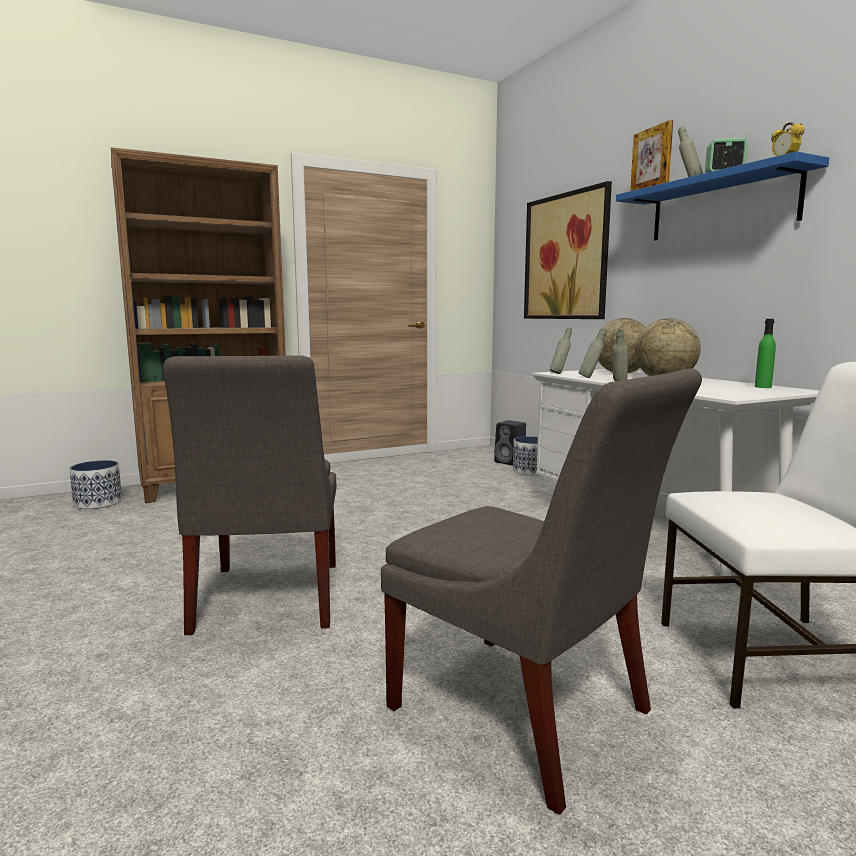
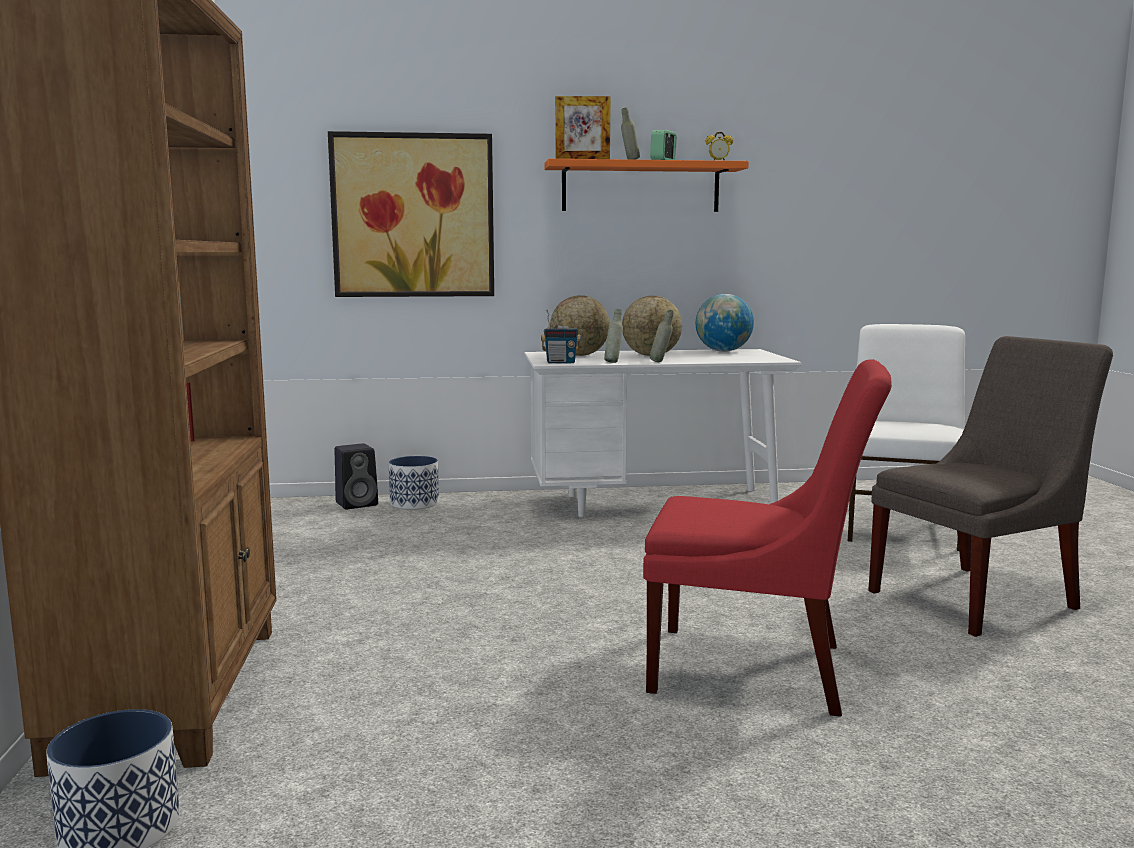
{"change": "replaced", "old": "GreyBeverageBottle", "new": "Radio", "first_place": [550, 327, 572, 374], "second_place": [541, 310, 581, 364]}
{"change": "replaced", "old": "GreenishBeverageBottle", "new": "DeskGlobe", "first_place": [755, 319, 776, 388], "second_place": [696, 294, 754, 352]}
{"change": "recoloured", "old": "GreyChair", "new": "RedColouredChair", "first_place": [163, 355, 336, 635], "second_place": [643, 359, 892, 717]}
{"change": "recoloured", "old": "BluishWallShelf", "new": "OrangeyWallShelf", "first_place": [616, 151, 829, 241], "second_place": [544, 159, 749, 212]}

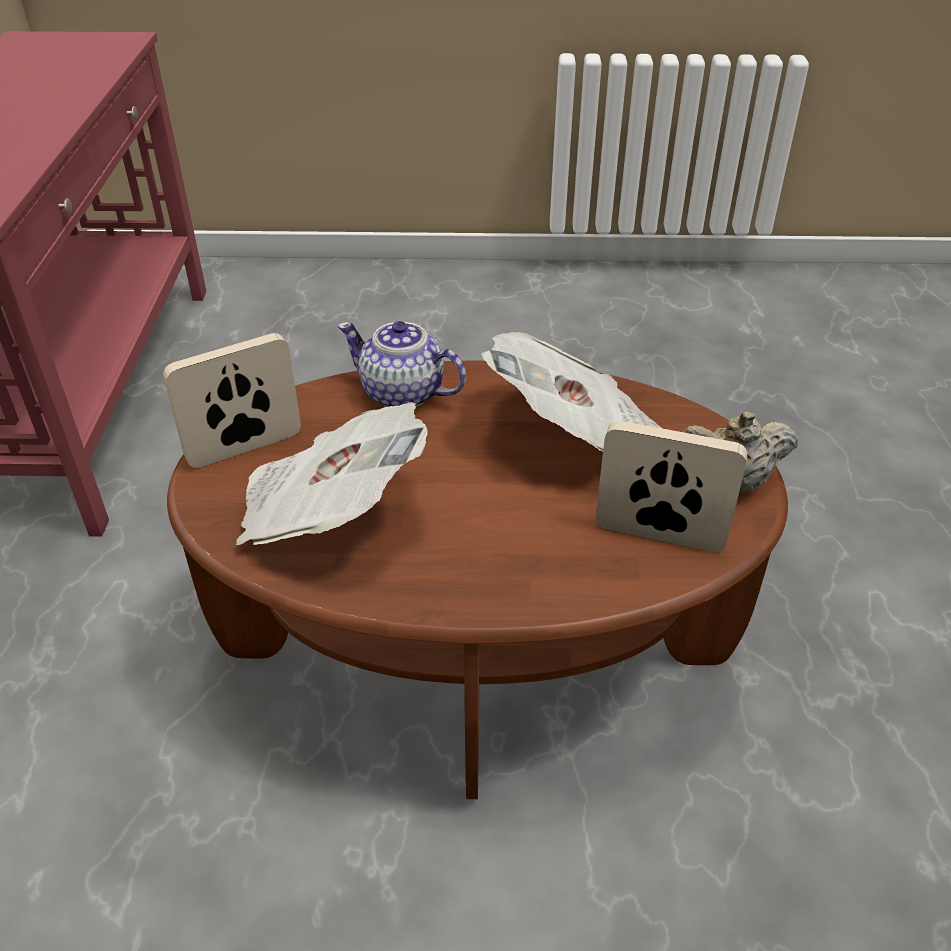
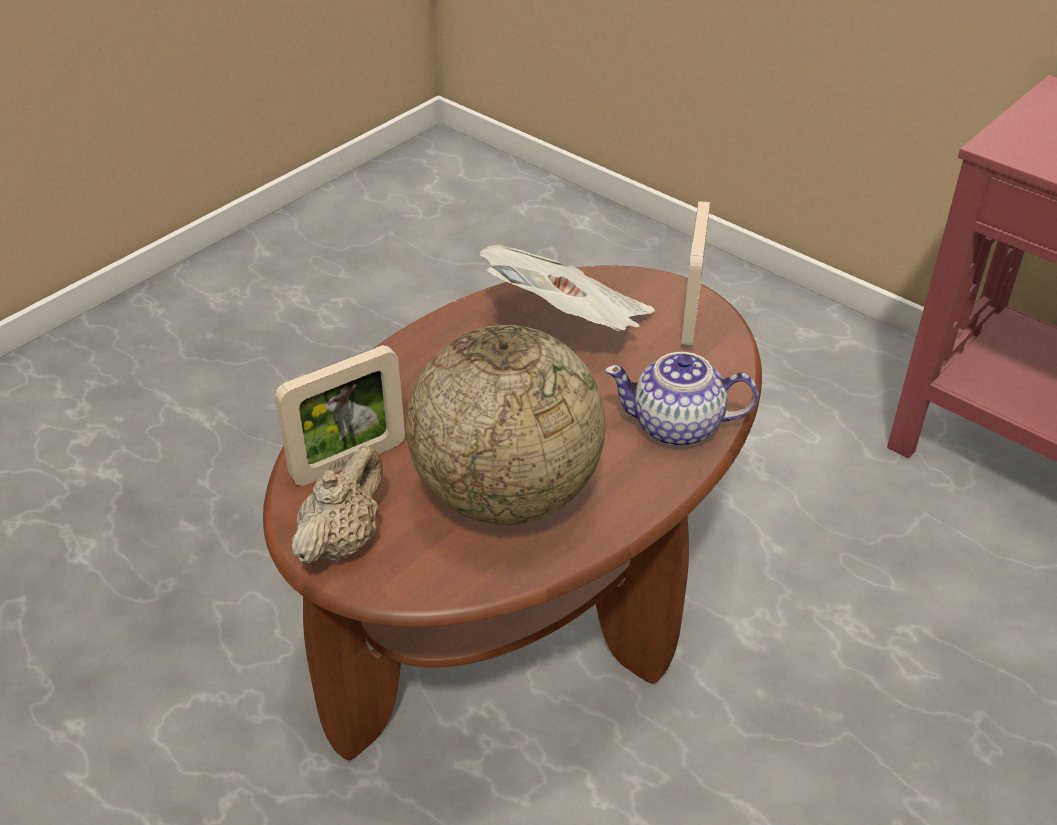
{"change": "replaced", "old": "Newspaper", "new": "DeskGlobe", "first_place": [481, 332, 661, 452], "second_place": [406, 325, 606, 525]}
{"change": "turned", "old": "PotForTea", "first_place": [337, 321, 466, 407], "second_place": [605, 352, 759, 446], "degrees": -150}

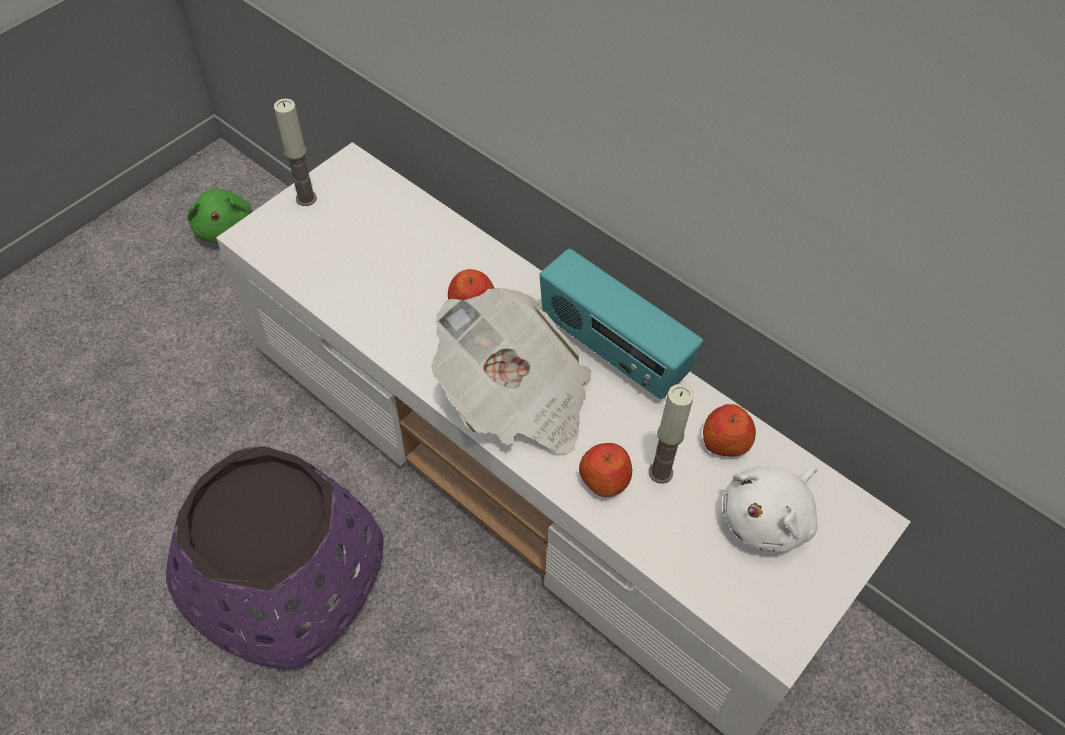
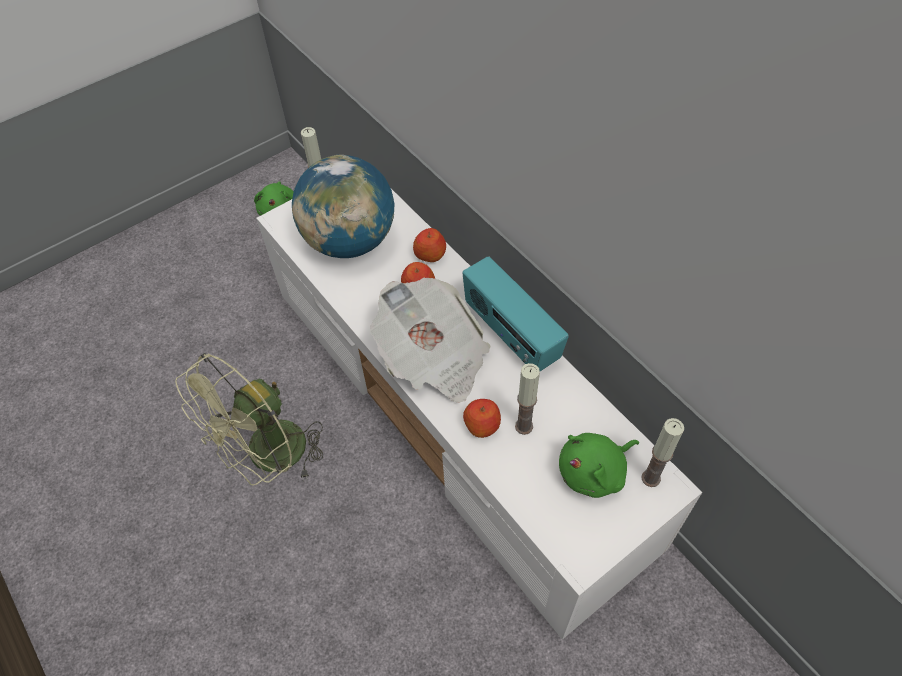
{"change": "added", "new": "DeskGlobe", "second_place": [292, 155, 394, 258]}
{"change": "added", "new": "WaxCandle", "second_place": [641, 418, 684, 487]}
{"change": "moved", "old": "WholeApple", "first_place": [703, 404, 756, 457], "second_place": [413, 228, 446, 262]}
{"change": "replaced", "old": "PurplishFlowerPot", "new": "GreenishFan", "first_place": [166, 446, 384, 669], "second_place": [175, 353, 323, 485]}
{"change": "recoloured", "old": "WhitishSoftToy", "new": "GreenishSoftToy", "first_place": [723, 467, 818, 553], "second_place": [559, 433, 639, 498]}

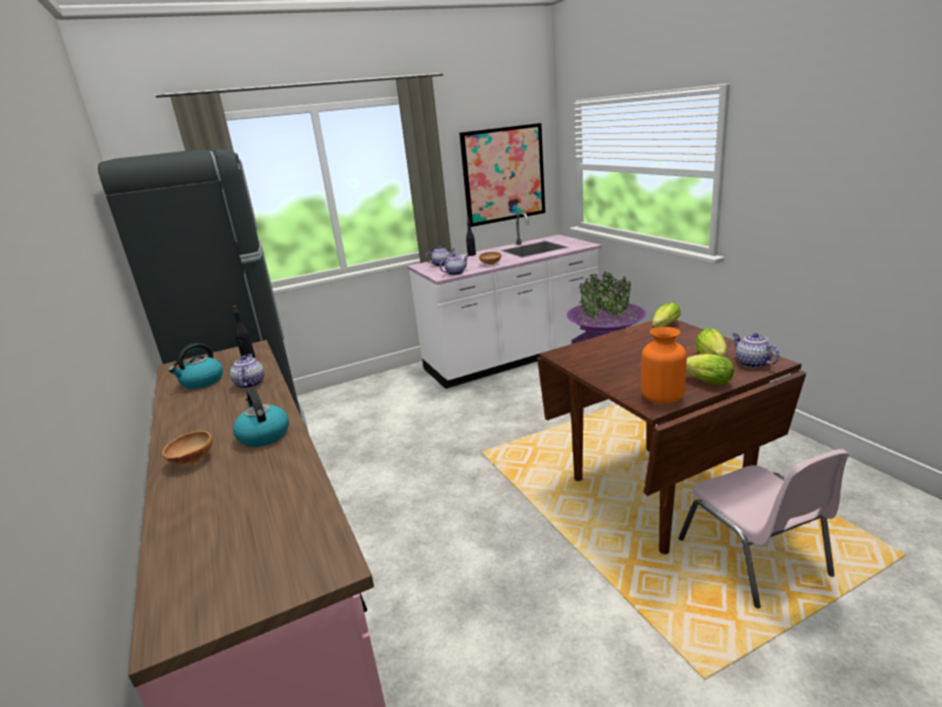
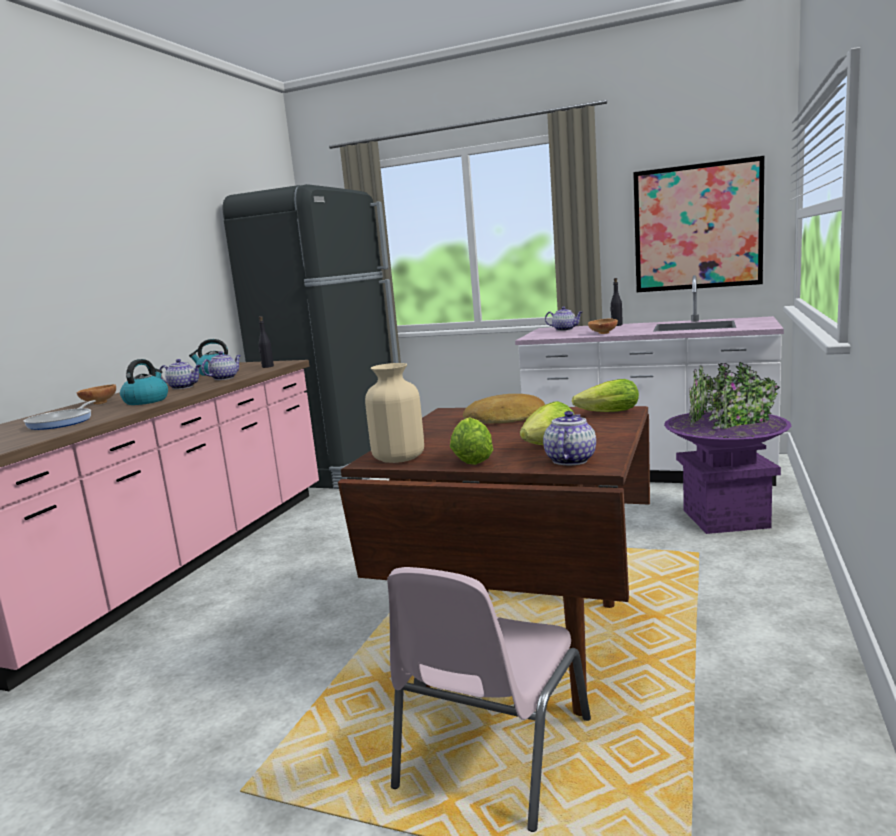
{"change": "added", "new": "Skillet", "second_place": [24, 400, 96, 430]}
{"change": "added", "new": "BakeryBread", "second_place": [463, 394, 545, 424]}
{"change": "moved", "old": "PotForTea", "first_place": [440, 254, 468, 275], "second_place": [160, 359, 201, 389]}
{"change": "recoloured", "old": "OrangeyVase", "new": "SandColouredVase", "first_place": [641, 327, 687, 404], "second_place": [365, 363, 424, 463]}

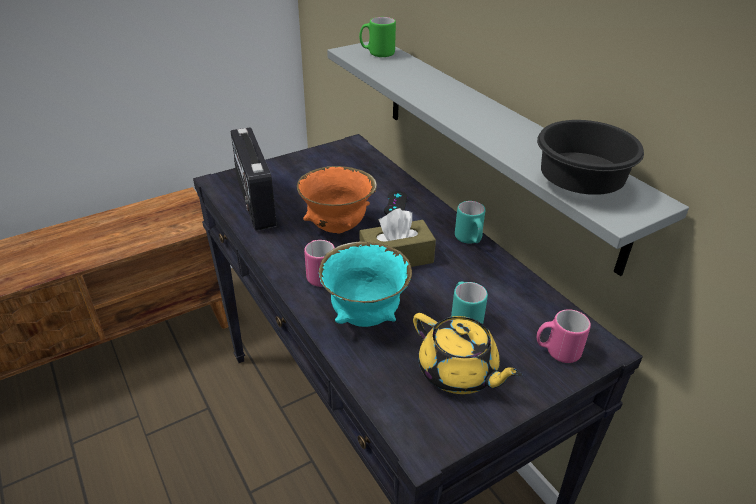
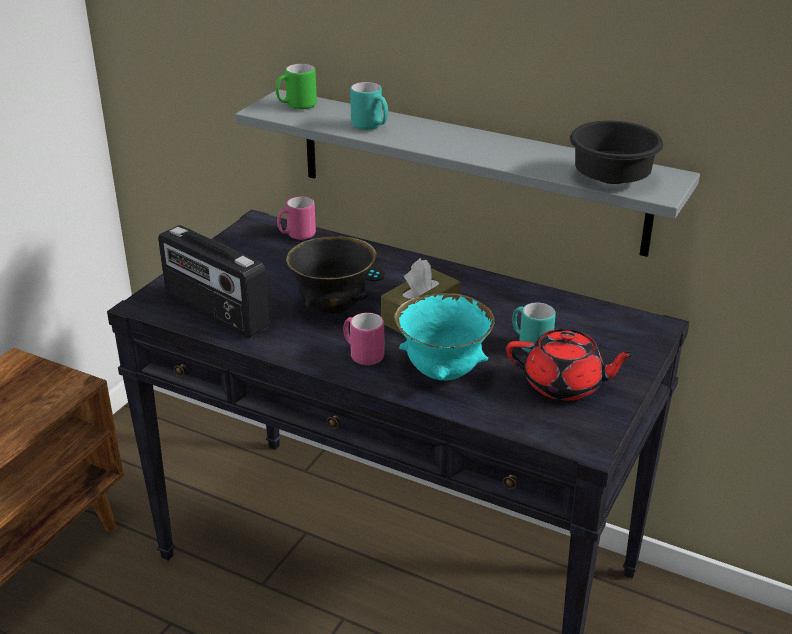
{"change": "moved", "old": "TurquoiseColouredCoffeeMug", "first_place": [455, 201, 485, 244], "second_place": [350, 82, 388, 130]}
{"change": "moved", "old": "PinkColouredCoffeeMug", "first_place": [537, 309, 591, 363], "second_place": [277, 197, 316, 240]}
{"change": "recoloured", "old": "OrangeyServingBowl", "new": "BlackishServingBowl", "first_place": [297, 166, 377, 234], "second_place": [286, 236, 377, 314]}
{"change": "recoloured", "old": "YellowishPotForTea", "new": "RedColouredPotForTea", "first_place": [413, 313, 522, 394], "second_place": [506, 329, 637, 401]}

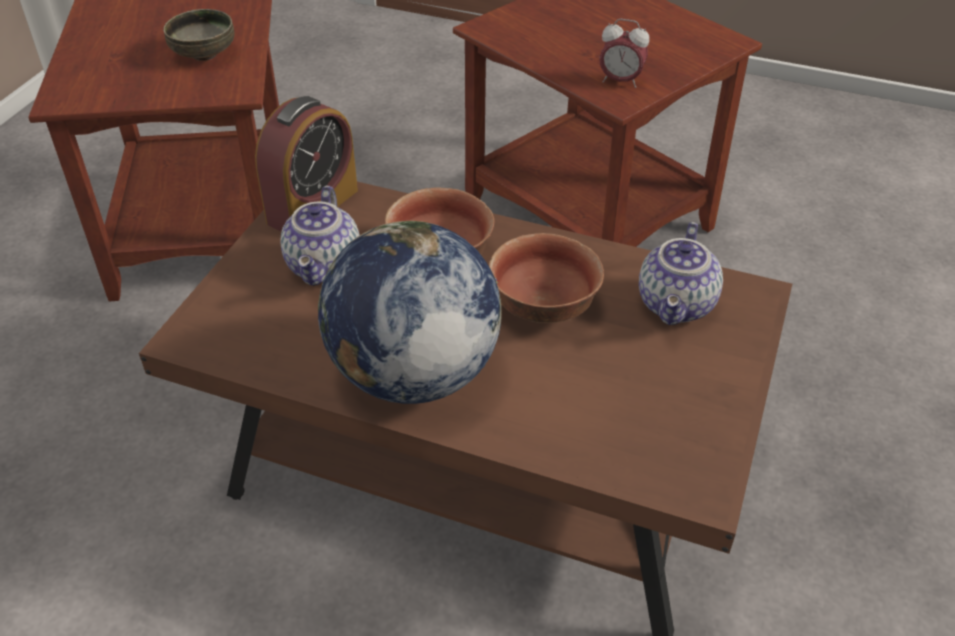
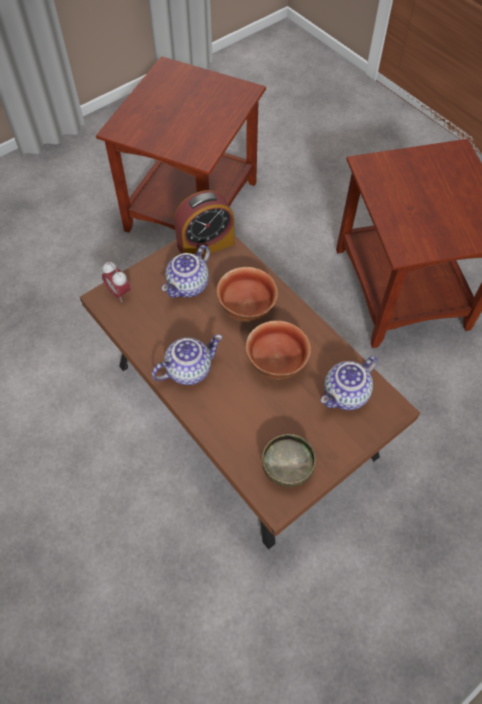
{"change": "moved", "old": "ServingBowl", "first_place": [163, 9, 235, 61], "second_place": [262, 434, 316, 487]}
{"change": "moved", "old": "AlarmClock", "first_place": [599, 19, 649, 88], "second_place": [102, 262, 131, 302]}
{"change": "replaced", "old": "DeskGlobe", "new": "PotForTea", "first_place": [318, 221, 502, 404], "second_place": [152, 335, 222, 385]}

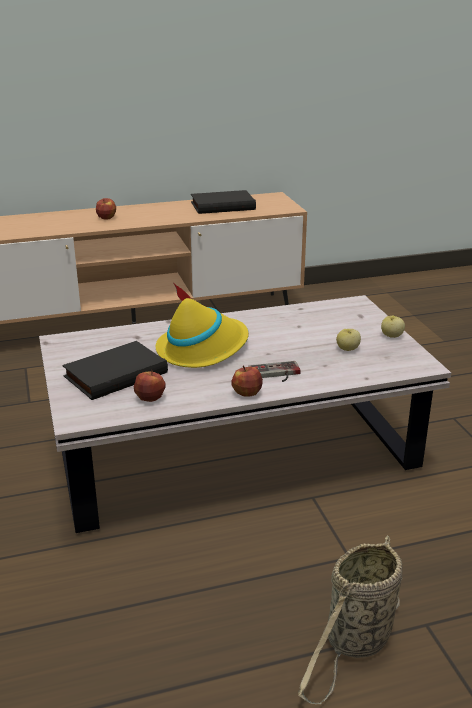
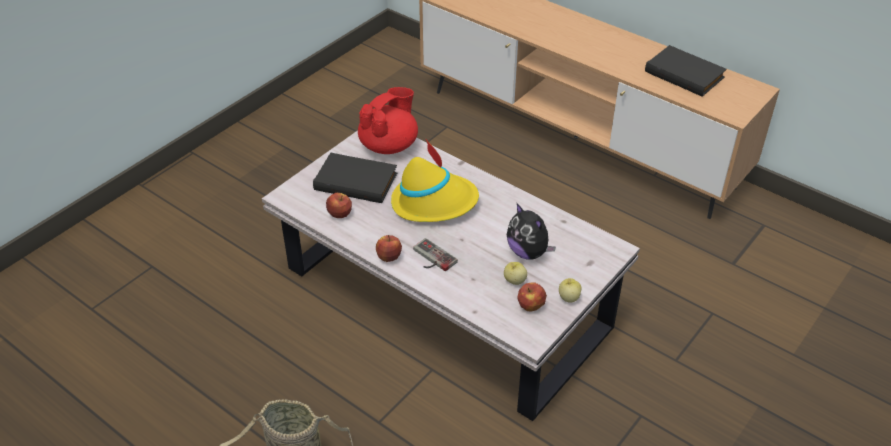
{"change": "added", "new": "RedColouredPotForTea", "second_place": [358, 87, 418, 154]}
{"change": "added", "new": "SoftToy", "second_place": [507, 204, 556, 260]}
{"change": "moved", "old": "WholeApple", "first_place": [96, 198, 116, 220], "second_place": [517, 283, 547, 312]}

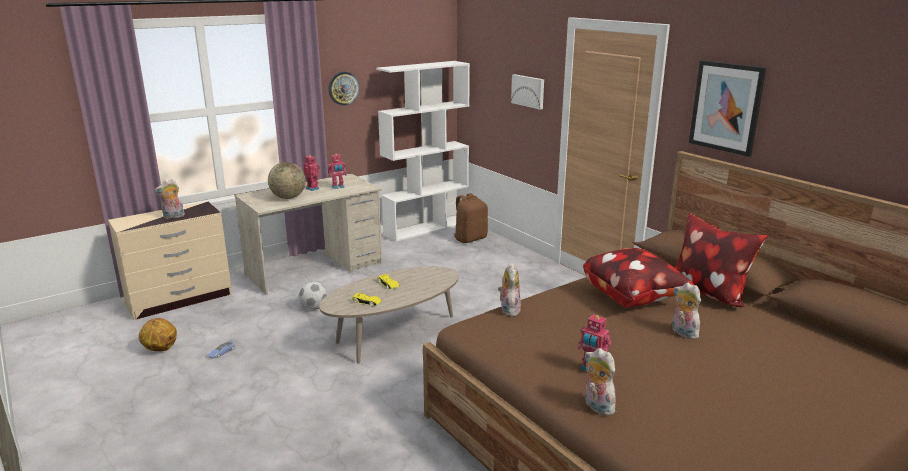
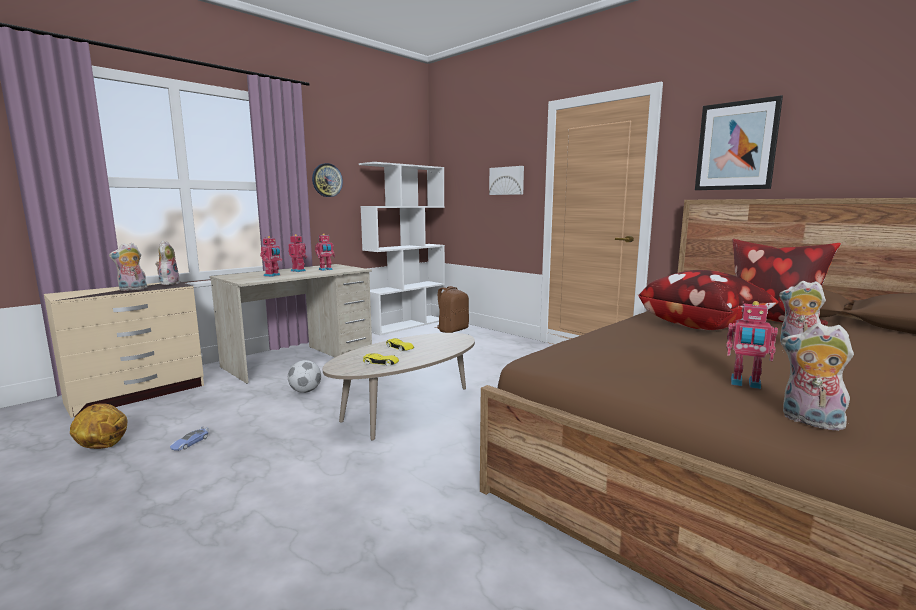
{"change": "moved", "old": "SoftToy", "first_place": [498, 262, 521, 316], "second_place": [155, 240, 180, 285]}
{"change": "replaced", "old": "DeskGlobe", "new": "ModelRobot", "first_place": [268, 162, 306, 199], "second_place": [260, 236, 282, 277]}

